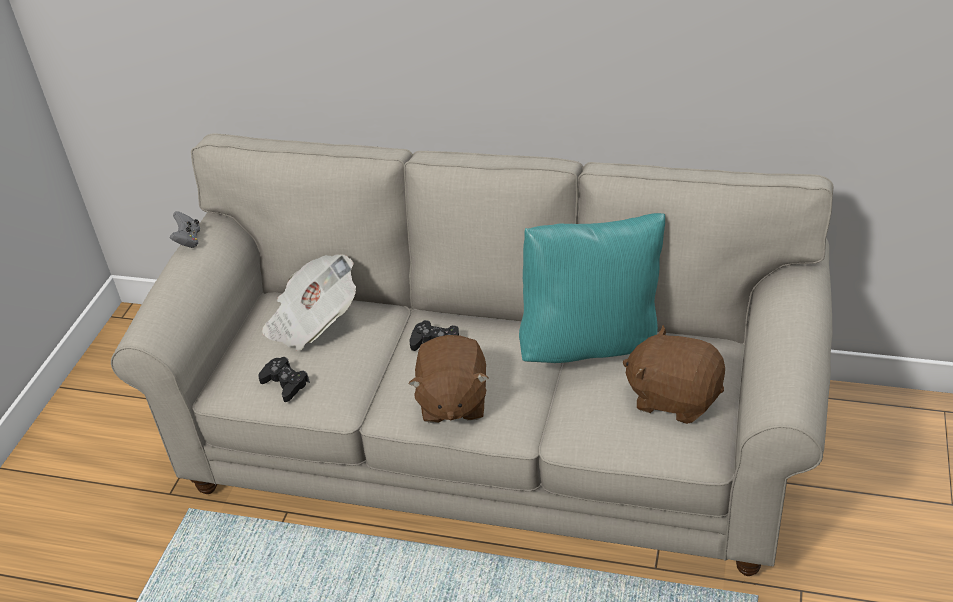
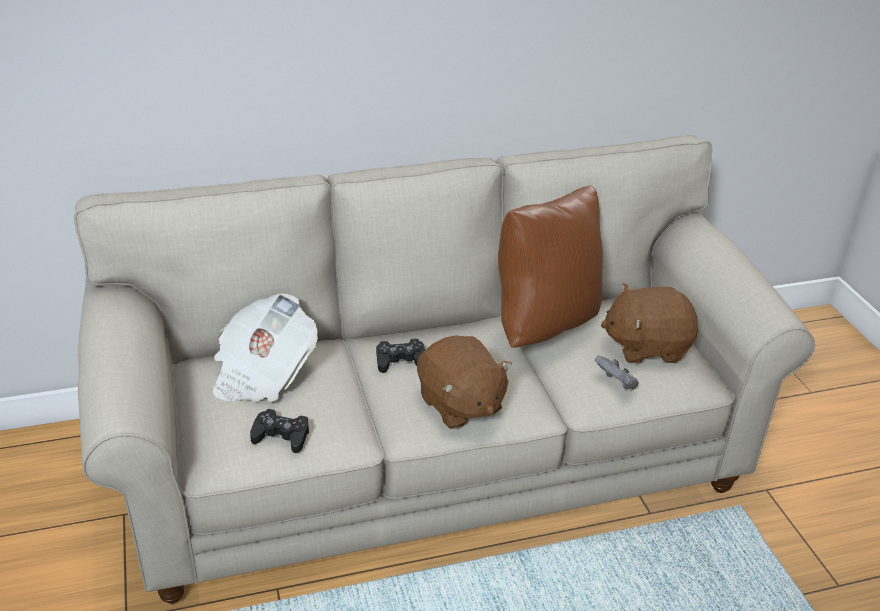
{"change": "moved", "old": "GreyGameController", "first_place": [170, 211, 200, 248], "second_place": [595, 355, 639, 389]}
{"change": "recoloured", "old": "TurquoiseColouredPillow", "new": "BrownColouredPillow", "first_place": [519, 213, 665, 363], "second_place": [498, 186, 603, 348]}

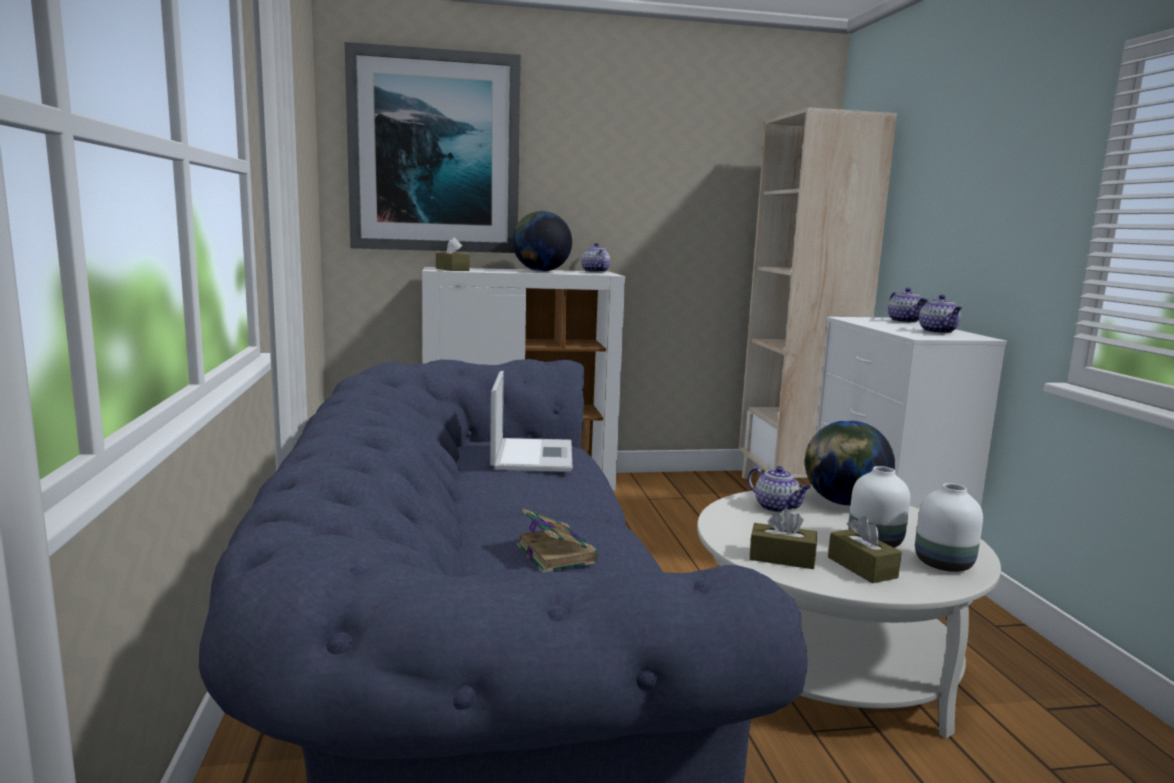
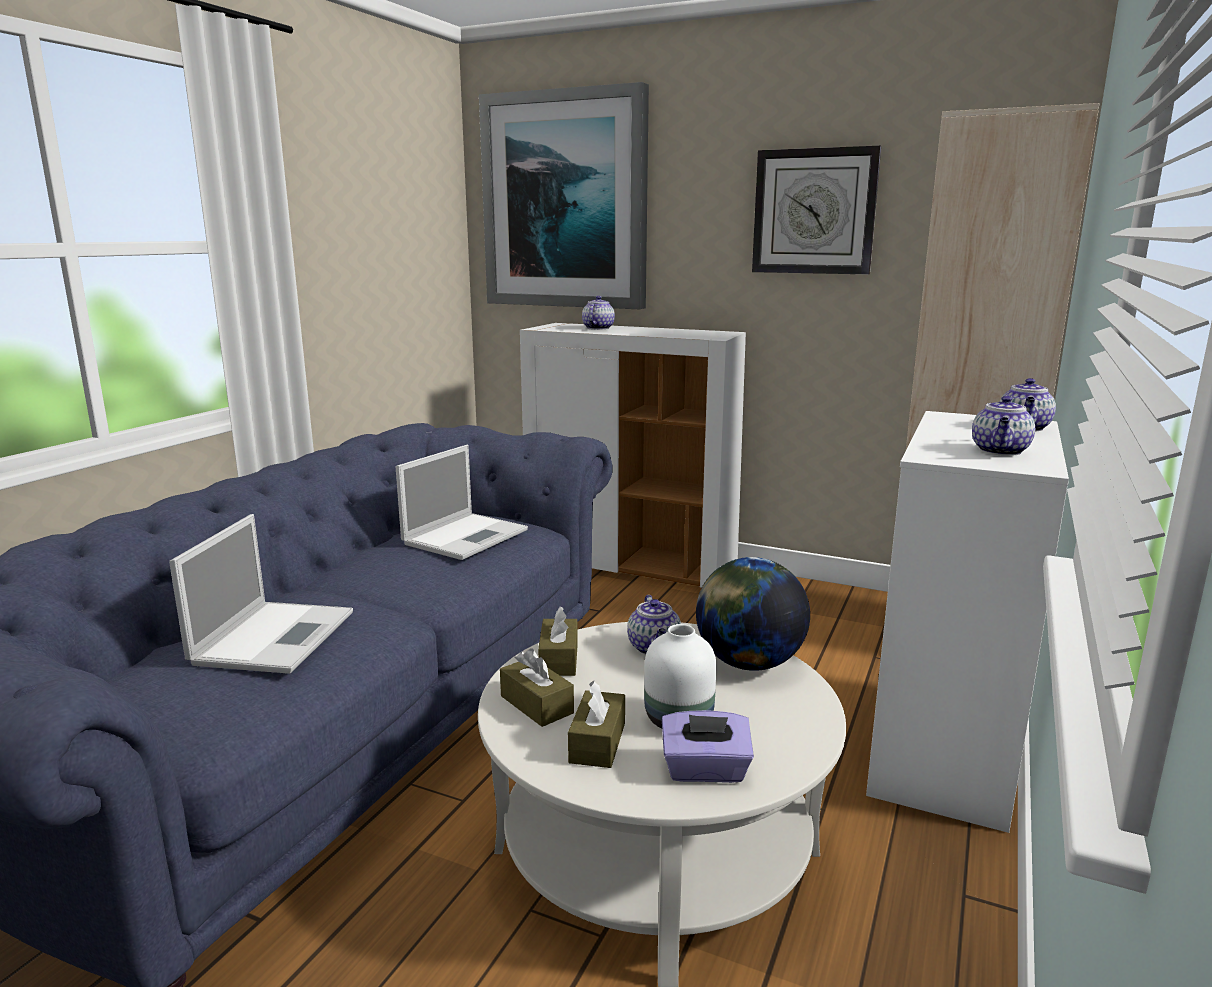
{"change": "removed", "old": "DeskGlobe", "first_place": [512, 211, 572, 272]}
{"change": "added", "new": "ClockOnTheWall", "second_place": [752, 146, 881, 274]}
{"change": "moved", "old": "BrownColouredTissueHolder", "first_place": [436, 237, 470, 271], "second_place": [538, 607, 578, 676]}
{"change": "moved", "old": "PotForTea", "first_place": [581, 243, 610, 272], "second_place": [582, 296, 615, 330]}
{"change": "replaced", "old": "Volume", "new": "PortableComputer", "first_place": [517, 509, 598, 573], "second_place": [169, 514, 353, 674]}
{"change": "replaced", "old": "WhitishVase", "new": "PurplishTissueHolder", "first_place": [915, 483, 983, 572], "second_place": [662, 710, 754, 783]}

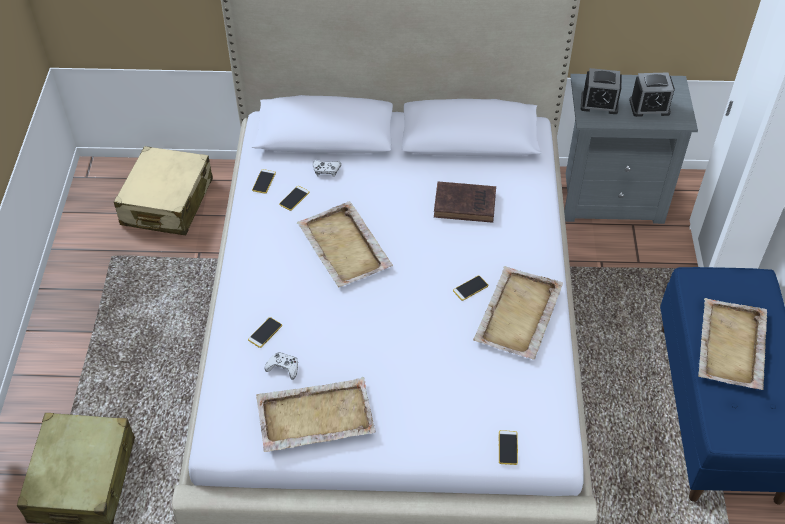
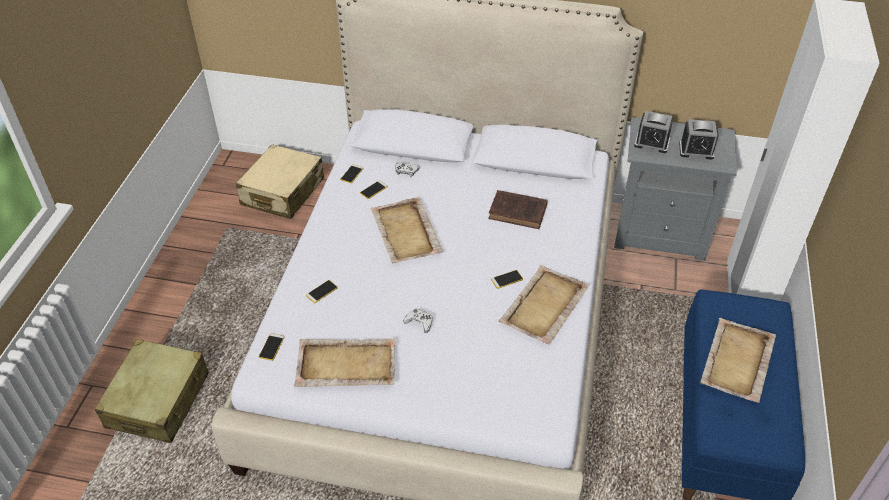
{"change": "moved", "old": "WhitishGameController", "first_place": [264, 352, 298, 380], "second_place": [403, 309, 433, 333]}
{"change": "moved", "old": "Telephone", "first_place": [498, 430, 518, 465], "second_place": [259, 333, 284, 361]}

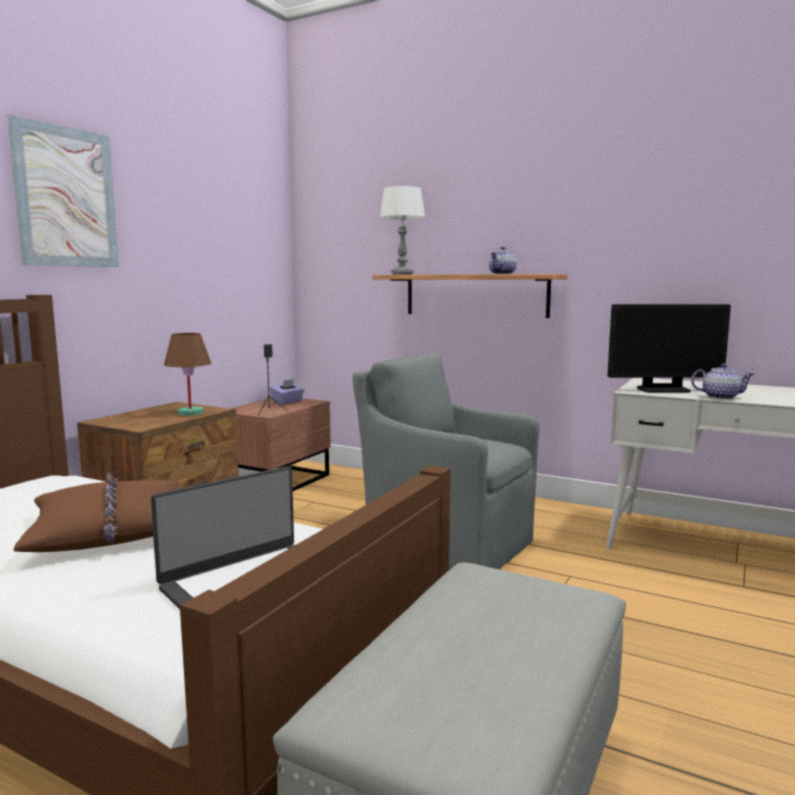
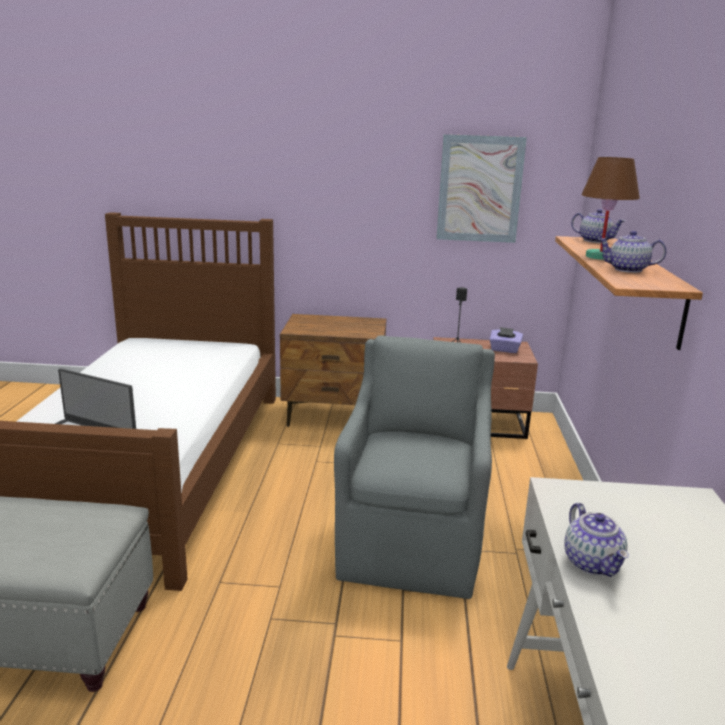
{"change": "removed", "old": "BrownColouredPillow", "first_place": [14, 473, 179, 552]}
{"change": "removed", "old": "ComputerDisplay", "first_place": [607, 304, 731, 392]}
{"change": "moved", "old": "Picture", "first_place": [7, 115, 119, 267], "second_place": [436, 134, 527, 243]}
{"change": "moved", "old": "BrownColouredTableLamp", "first_place": [164, 333, 211, 416], "second_place": [581, 157, 640, 260]}
{"change": "replaced", "old": "WhitishTableLamp", "new": "PotForTea", "first_place": [379, 186, 425, 275], "second_place": [571, 209, 625, 243]}

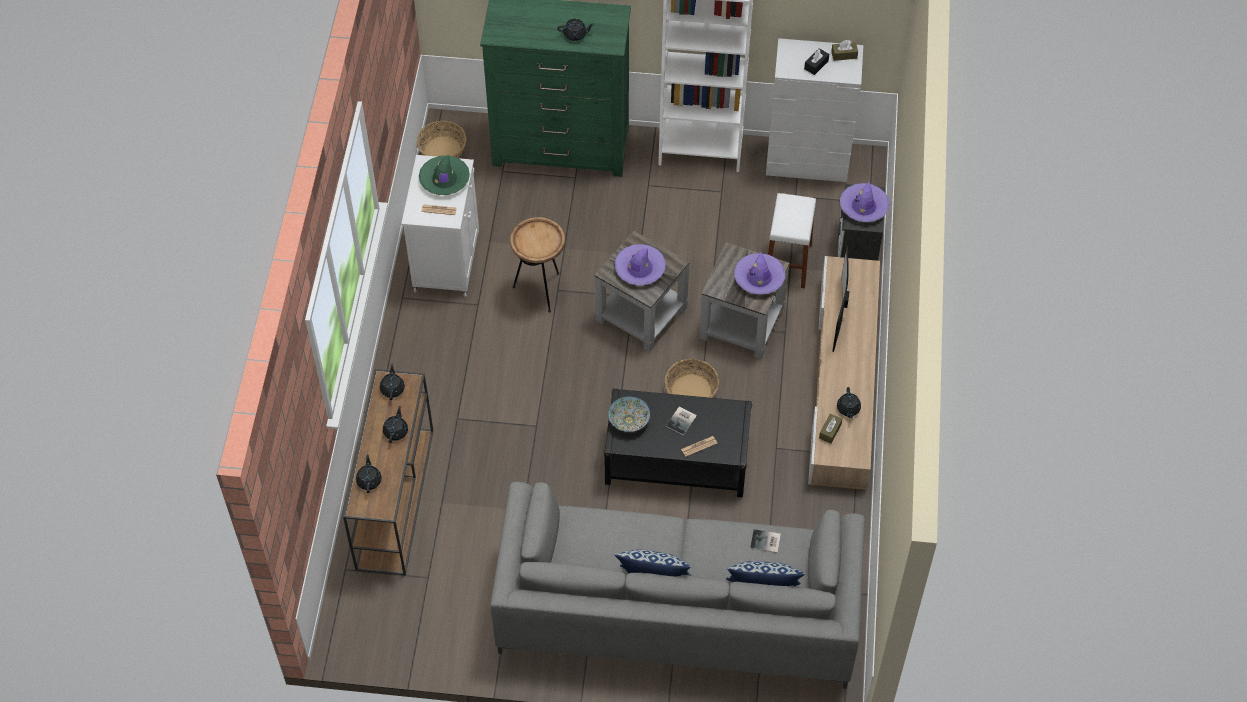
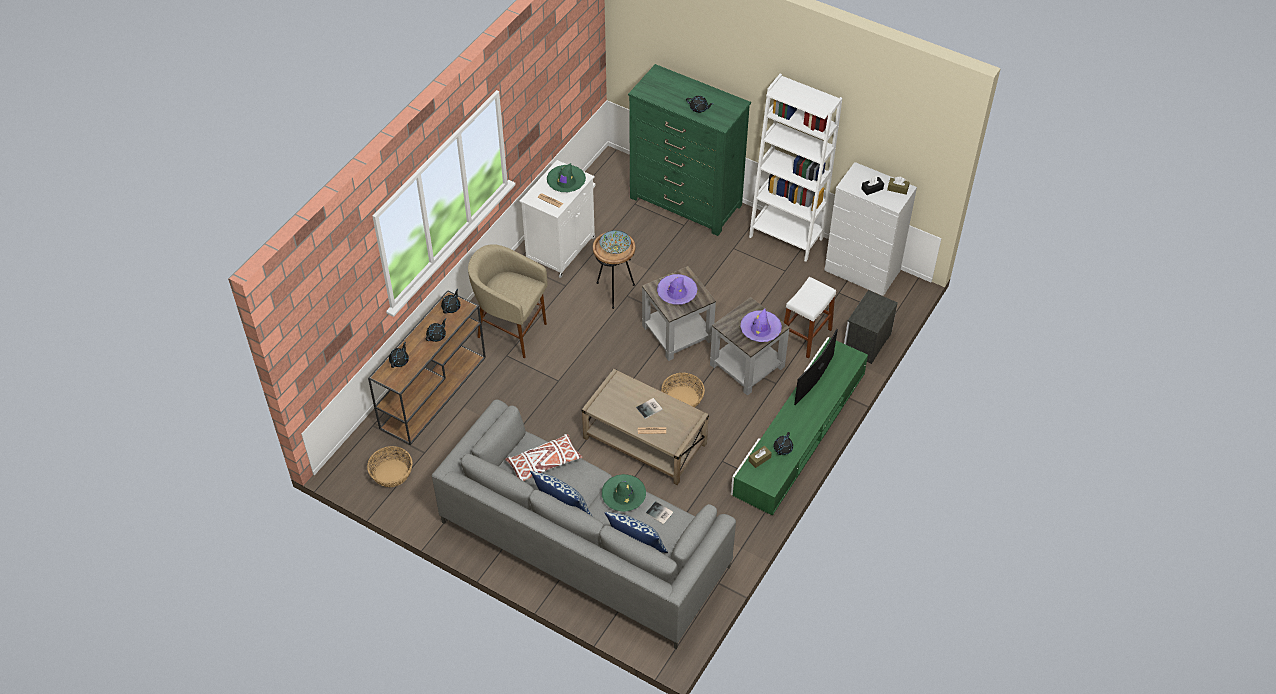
{"change": "removed", "old": "PurplishWearableHat", "first_place": [840, 181, 889, 222]}
{"change": "added", "new": "SandColouredStool", "second_place": [468, 244, 548, 358]}
{"change": "added", "new": "WhitishPillow", "second_place": [505, 434, 583, 481]}
{"change": "added", "new": "GreenishWearableHat", "second_place": [602, 474, 646, 512]}
{"change": "moved", "old": "Basket", "first_place": [417, 121, 466, 158], "second_place": [367, 446, 412, 487]}
{"change": "moved", "old": "ServingBowl", "first_place": [608, 396, 650, 432], "second_place": [600, 230, 631, 254]}
{"change": "recoloured", "old": "BlackishLowTable", "new": "SandColouredLowTable", "first_place": [603, 388, 752, 497], "second_place": [582, 369, 709, 485]}
{"change": "recoloured", "old": "SandColouredTvStand", "new": "GreenishTvStand", "first_place": [808, 256, 880, 490], "second_place": [731, 337, 868, 516]}

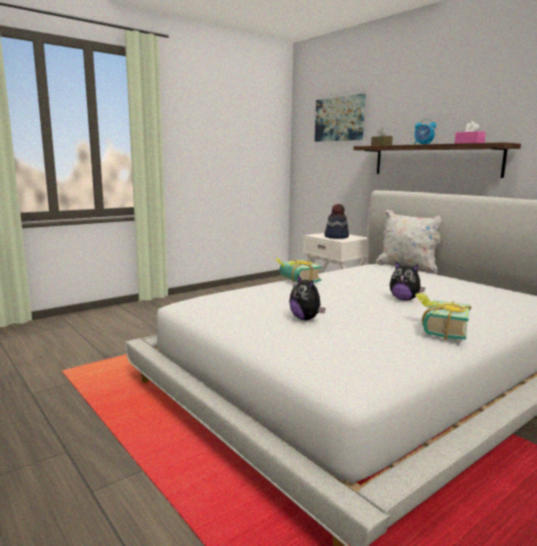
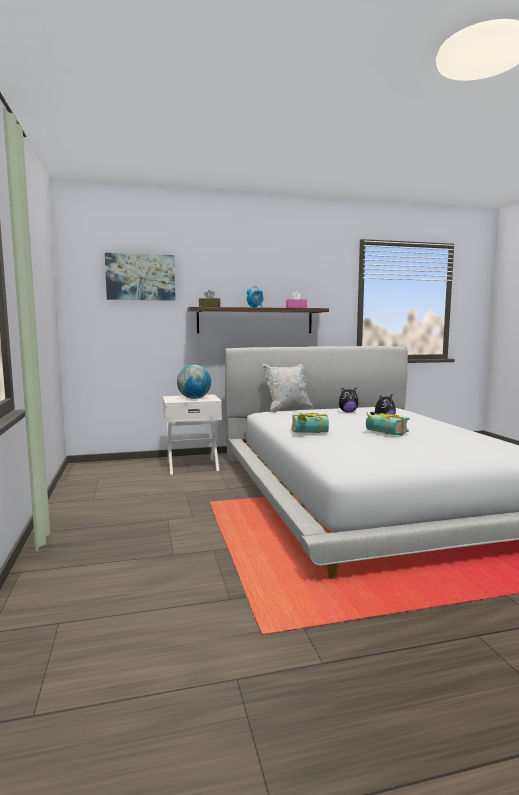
{"change": "moved", "old": "SoftToy", "first_place": [289, 274, 326, 320], "second_place": [339, 388, 359, 413]}
{"change": "moved", "old": "Volume", "first_place": [415, 293, 471, 340], "second_place": [366, 413, 409, 436]}
{"change": "replaced", "old": "WearableHat", "new": "DeskGlobe", "first_place": [324, 204, 349, 239], "second_place": [177, 365, 211, 399]}

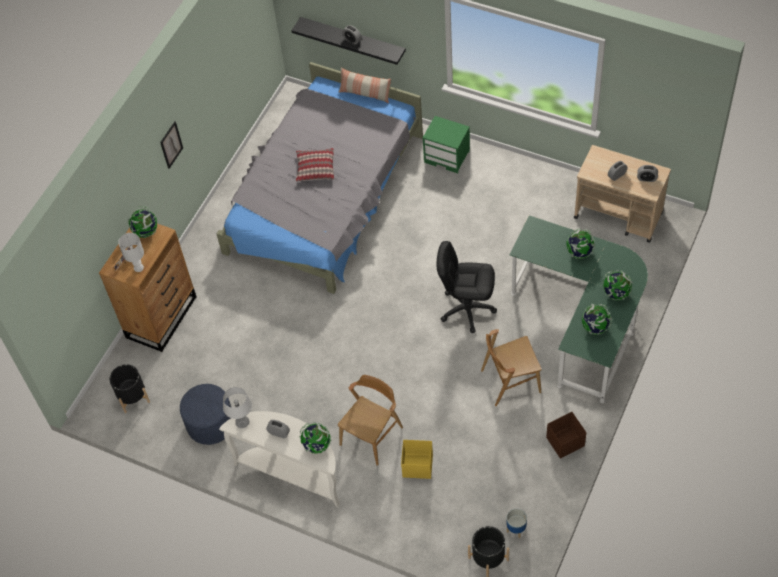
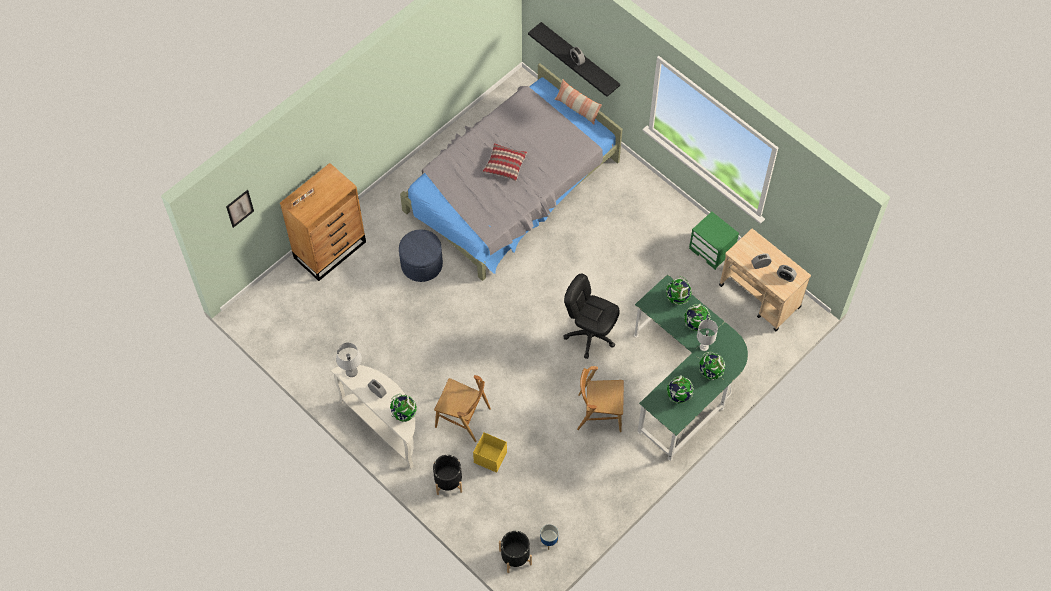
{"change": "removed", "old": "BrownColouredStorageContainer", "first_place": [546, 412, 586, 459]}
{"change": "moved", "old": "BlackishFlowerPot", "first_place": [110, 364, 150, 413], "second_place": [433, 455, 462, 495]}
{"change": "moved", "old": "WhitishTableLamp", "first_place": [118, 233, 144, 272], "second_place": [697, 319, 718, 351]}
{"change": "moved", "old": "DeskGlobe", "first_place": [128, 206, 157, 238], "second_place": [666, 276, 691, 305]}
{"change": "moved", "old": "Picture", "first_place": [160, 122, 183, 169], "second_place": [226, 190, 254, 228]}
{"change": "moved", "old": "BluishOttoman", "first_place": [180, 384, 231, 445], "second_place": [399, 229, 443, 282]}
{"change": "moved", "old": "GreenishNightstand", "first_place": [423, 116, 470, 173], "second_place": [689, 212, 739, 270]}
{"change": "turned", "old": "BrownColouredChair", "first_place": [338, 375, 403, 466], "second_place": [434, 375, 491, 442], "degrees": 60}

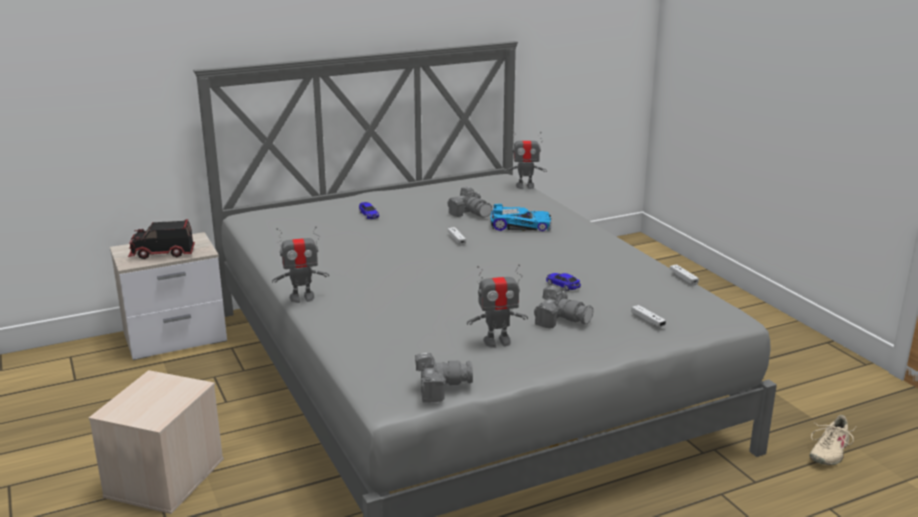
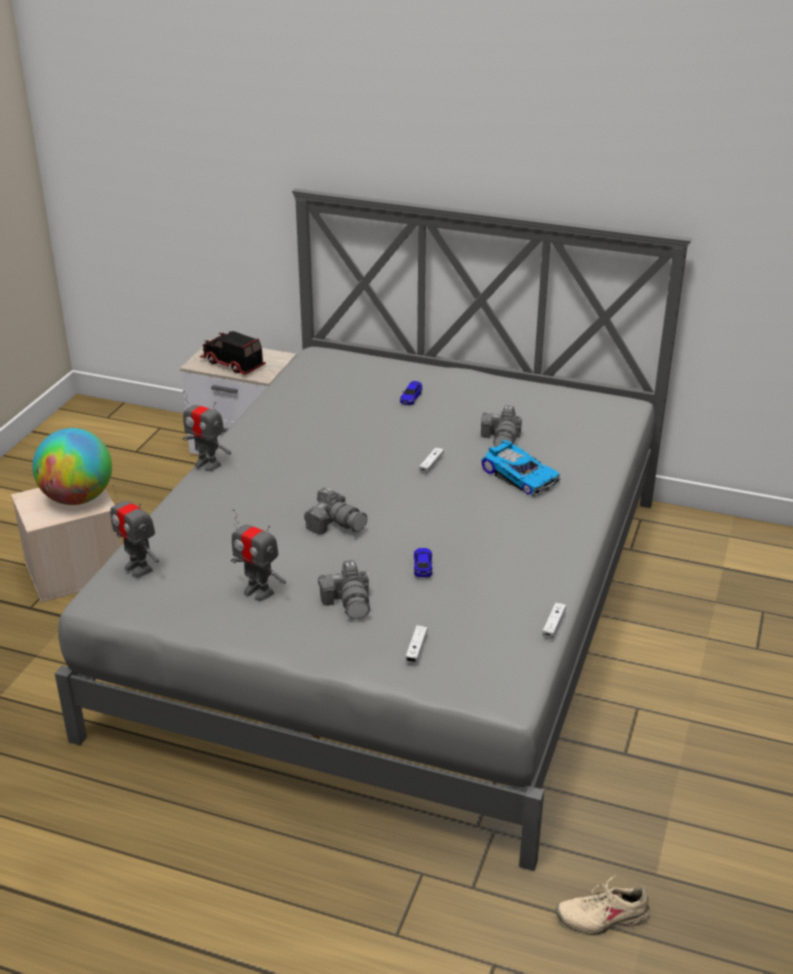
{"change": "added", "new": "DeskGlobe", "second_place": [32, 428, 112, 505]}
{"change": "moved", "old": "StillCamera", "first_place": [415, 353, 473, 403], "second_place": [304, 487, 367, 534]}
{"change": "moved", "old": "ModelRobot", "first_place": [505, 130, 547, 189], "second_place": [110, 485, 159, 577]}

